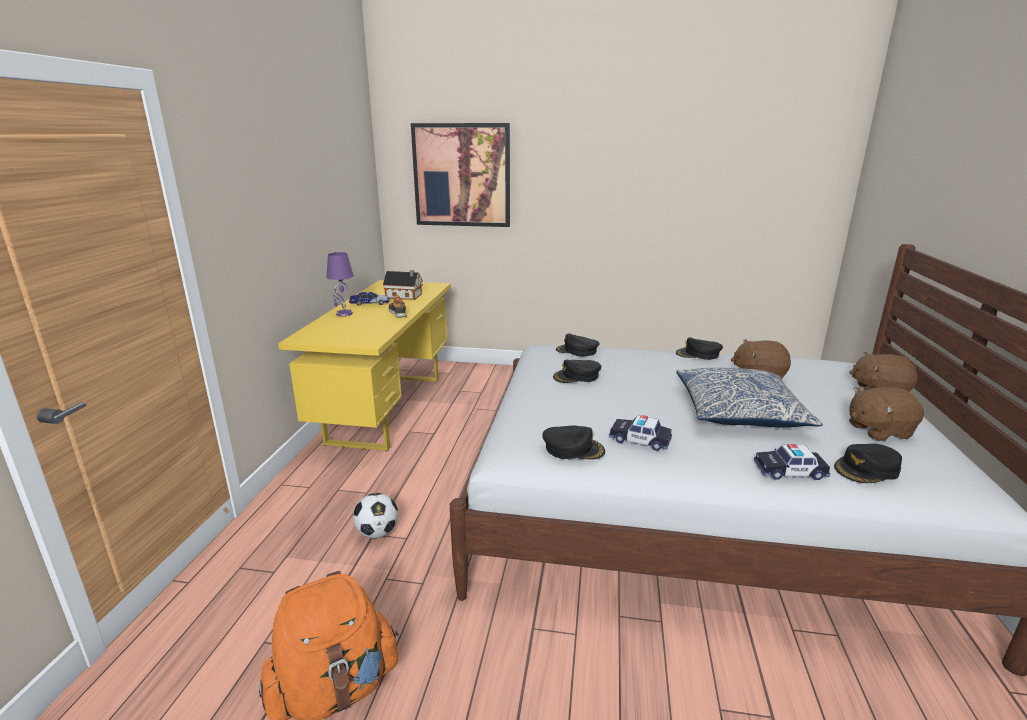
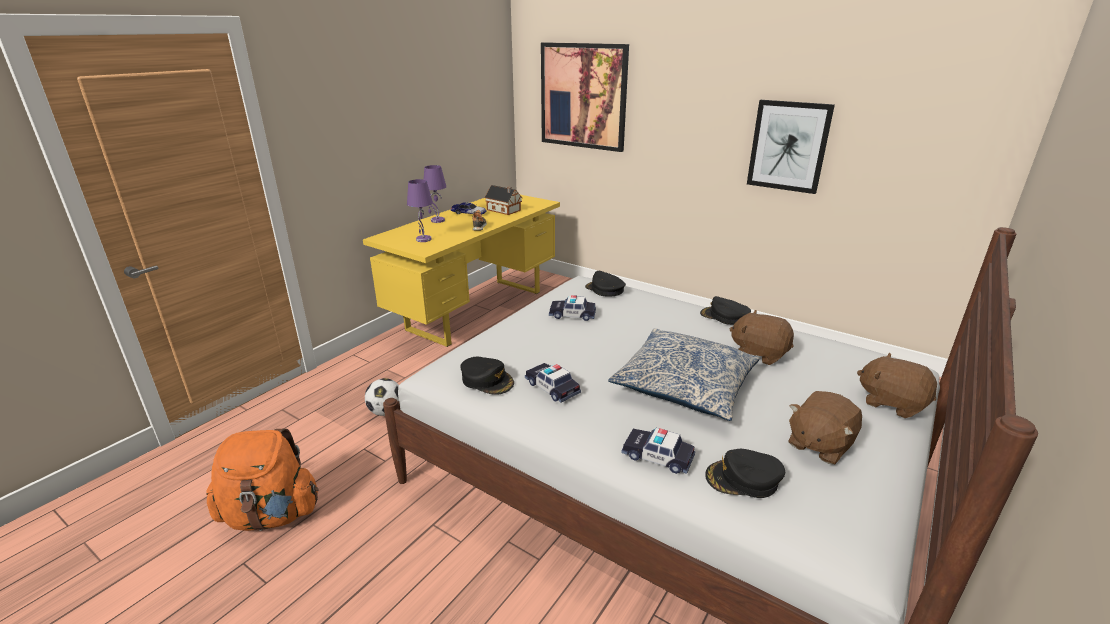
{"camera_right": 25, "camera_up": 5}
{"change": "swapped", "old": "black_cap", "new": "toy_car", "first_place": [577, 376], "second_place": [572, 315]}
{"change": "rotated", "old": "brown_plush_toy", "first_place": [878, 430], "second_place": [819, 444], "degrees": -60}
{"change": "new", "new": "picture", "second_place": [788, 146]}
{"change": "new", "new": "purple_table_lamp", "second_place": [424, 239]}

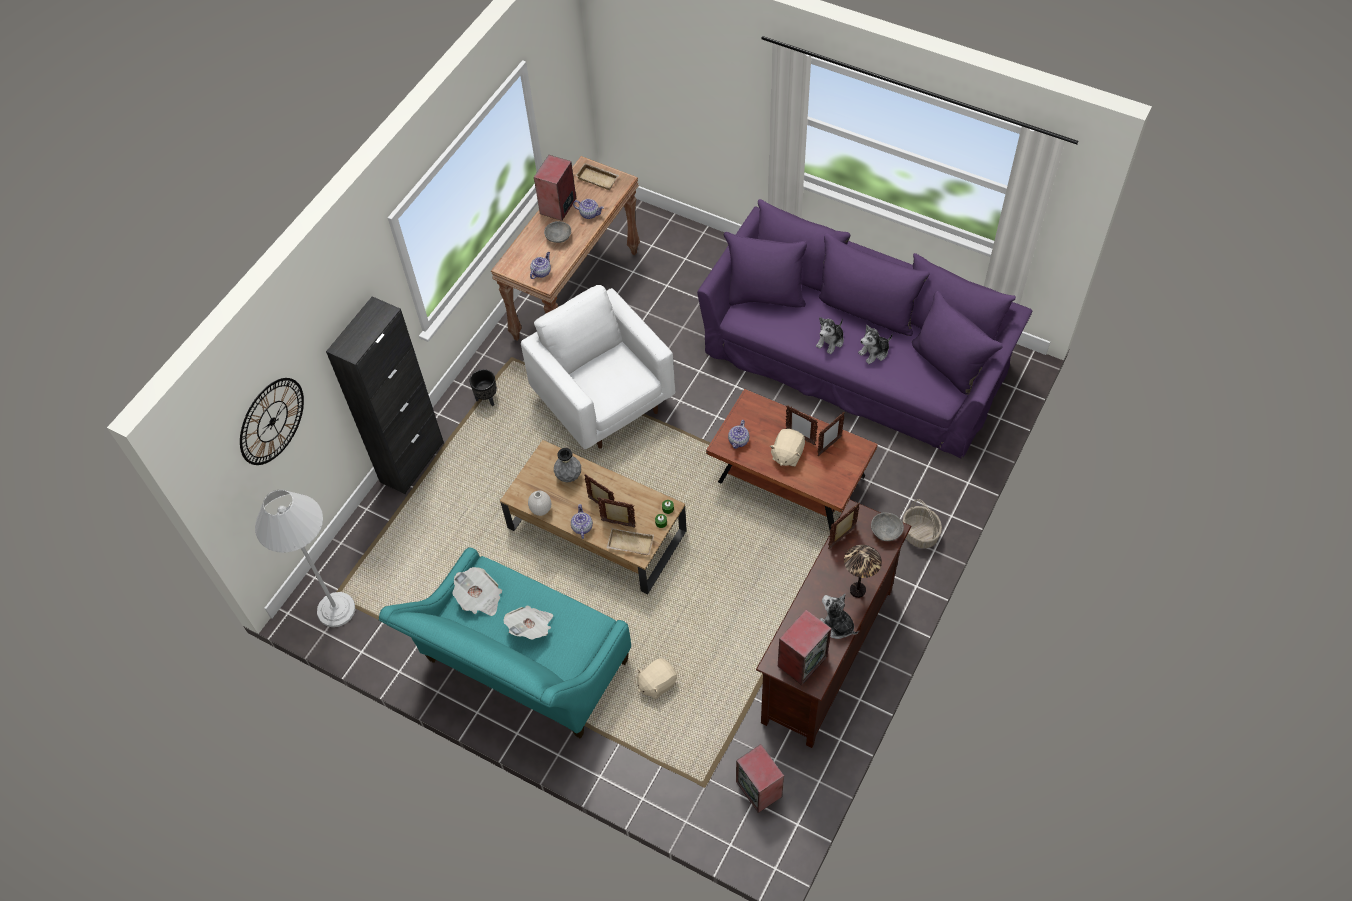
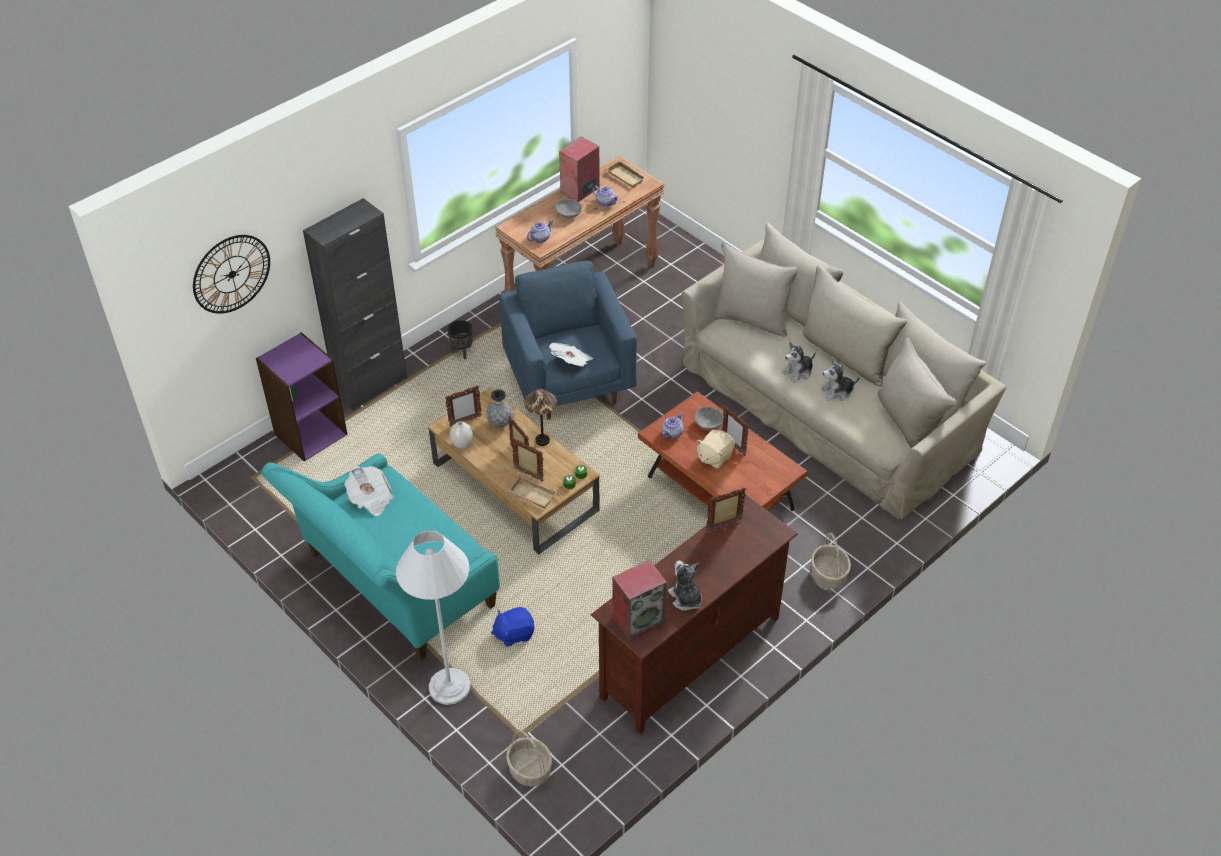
{"camera_right": 15, "camera_up": -10}
{"change": "repainted", "old": "purple_sofa", "new": "beige_sofa", "first_place": [856, 359], "second_place": [828, 407]}
{"change": "repainted", "old": "white_armchair", "new": "blue_armchair", "first_place": [604, 402], "second_place": [569, 382]}
{"change": "shifted", "old": "picture_frame", "first_place": [829, 446], "second_place": [465, 421]}
{"change": "shifted", "old": "white_floor_lamp", "first_place": [336, 610], "second_place": [449, 686]}
{"change": "gone", "old": "teapot", "first_place": [582, 527]}
{"change": "shifted", "old": "grey_bowl", "first_place": [885, 531], "second_place": [708, 424]}
{"change": "shifted", "old": "table_lamp", "first_place": [857, 591], "second_place": [542, 441]}
{"change": "shifted", "old": "newspaper", "first_place": [531, 627], "second_place": [571, 362]}
{"change": "repainted", "old": "beige_plush_toy", "new": "blue_plush_toy", "first_place": [657, 683], "second_place": [514, 633]}
{"change": "gone", "old": "speaker", "first_place": [760, 789]}
{"change": "new", "new": "purple_bookcase", "second_place": [310, 434]}
{"change": "new", "new": "basket", "second_place": [529, 770]}

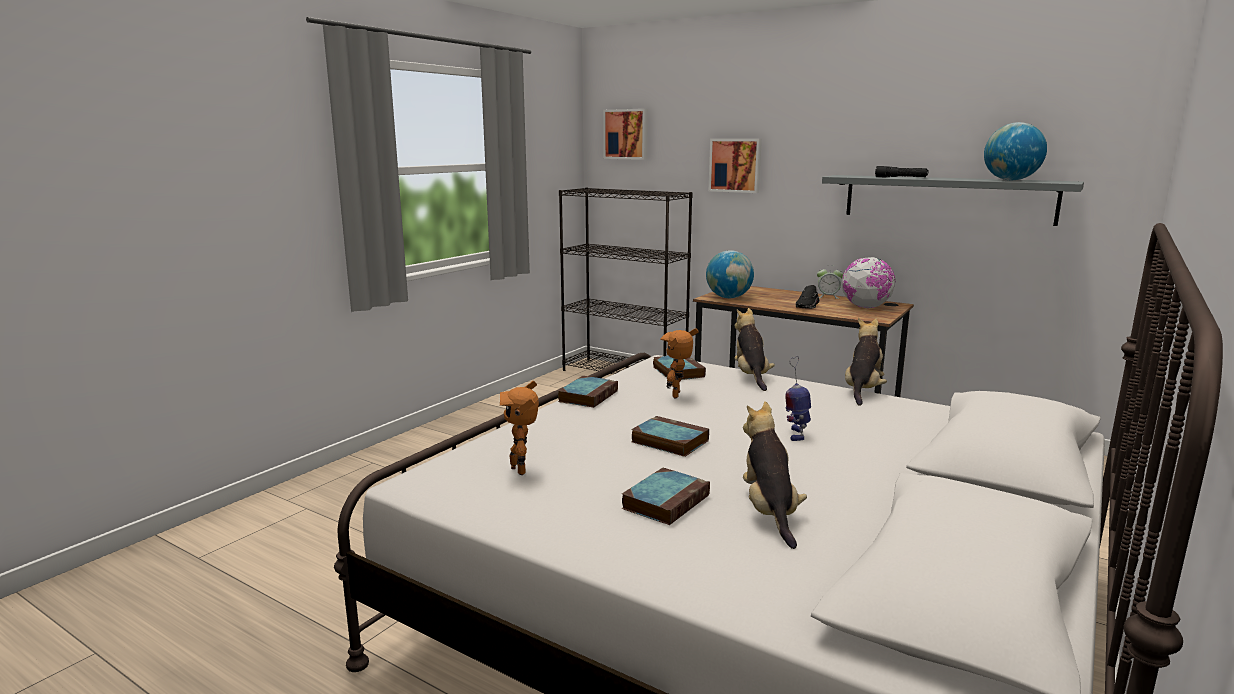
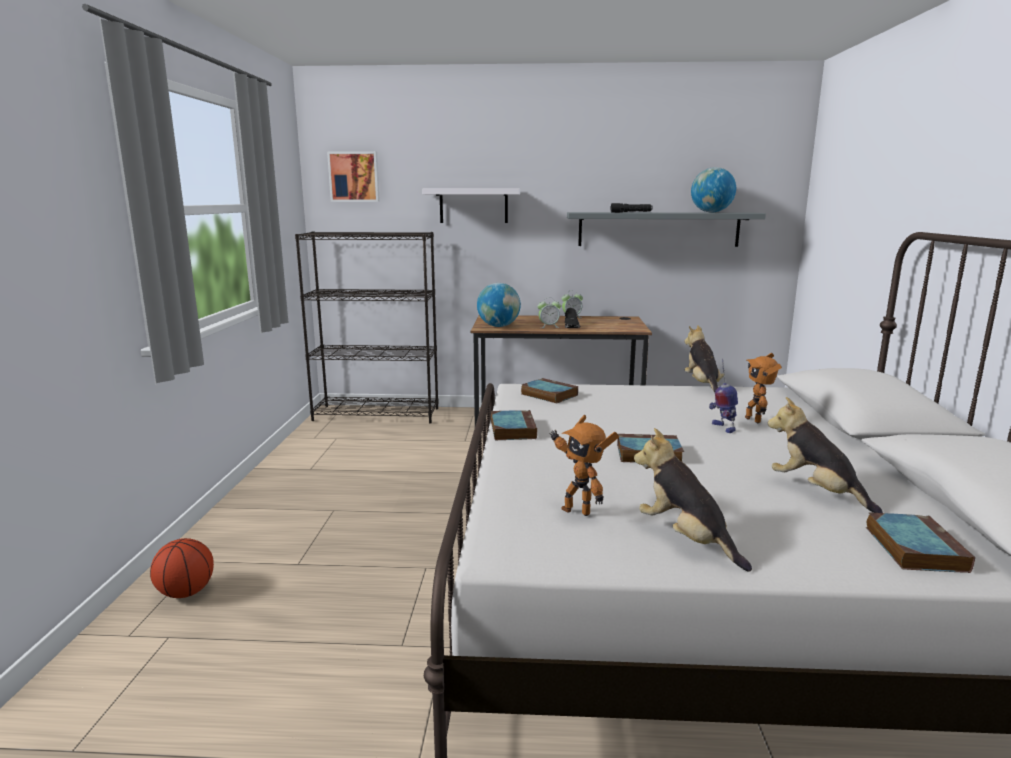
{"camera_right": -30, "camera_up": 0}
{"change": "swapped", "old": "picture", "new": "white_shelf", "first_place": [735, 165], "second_place": [473, 206]}
{"change": "gone", "old": "globe", "first_place": [866, 307]}
{"change": "shifted", "old": "plush_toy", "first_place": [751, 376], "second_place": [686, 539]}
{"change": "shifted", "old": "toy_robot", "first_place": [679, 395], "second_place": [755, 420]}
{"change": "shifted", "old": "book", "first_place": [666, 501], "second_place": [913, 547]}
{"change": "new", "new": "alarm_clock", "second_place": [548, 326]}
{"change": "new", "new": "basketball", "second_place": [186, 593]}

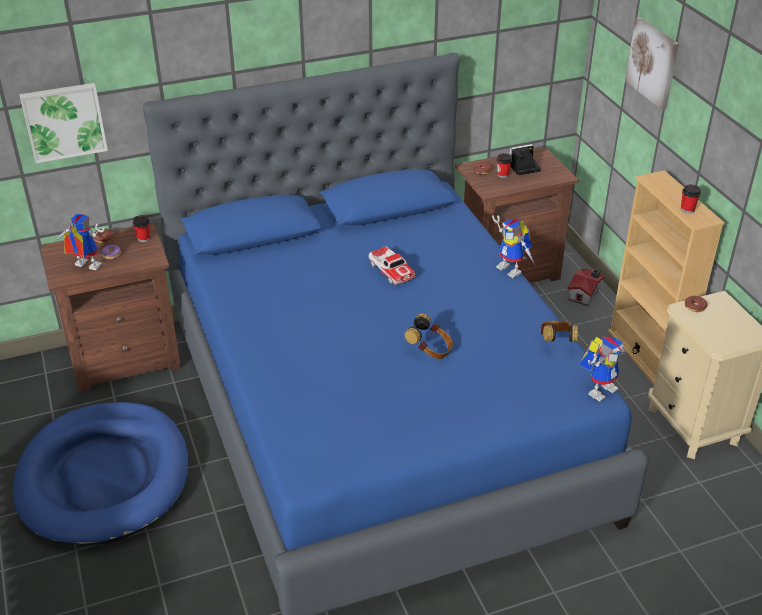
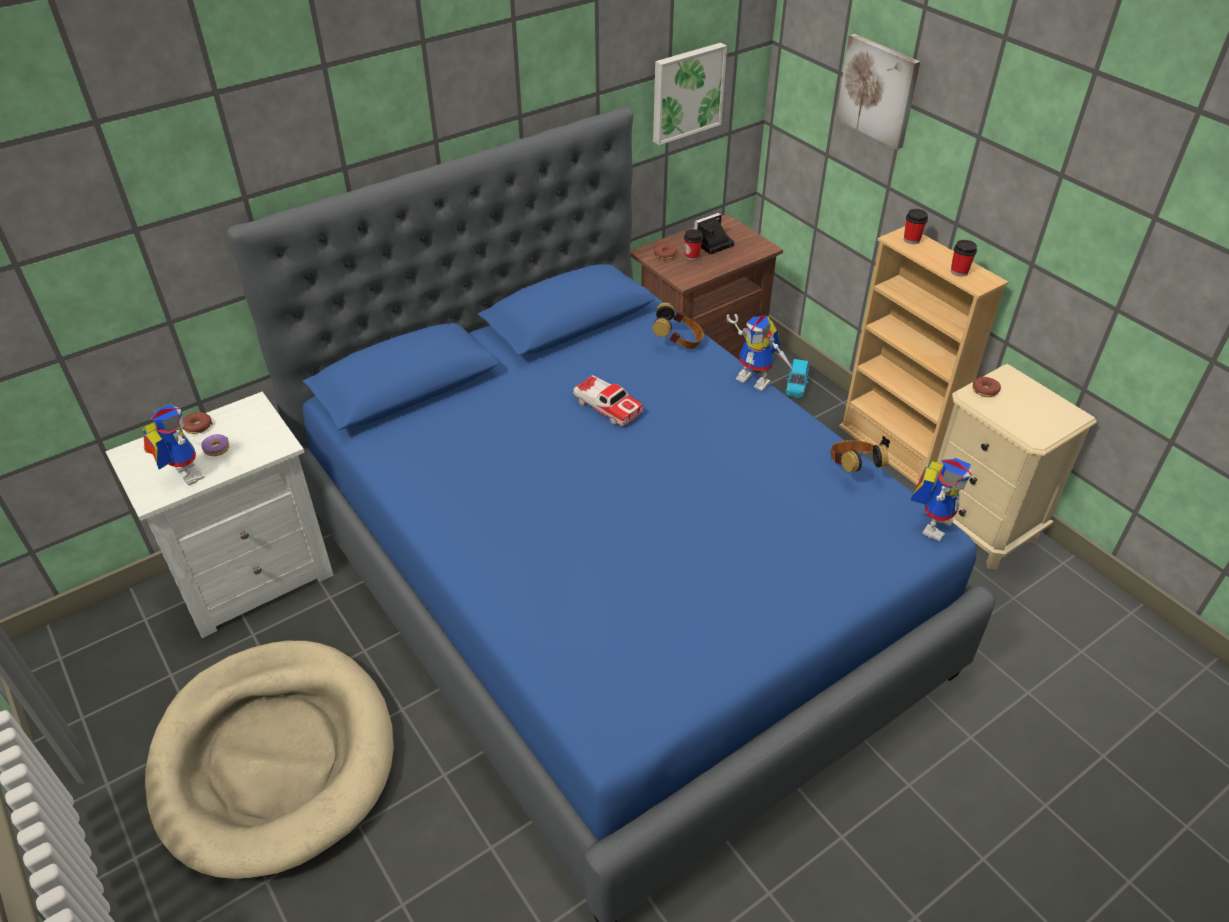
{"camera_right": -15, "camera_up": 5}
{"change": "shifted", "old": "picture", "first_place": [64, 121], "second_place": [686, 92]}
{"change": "rotated", "old": "toy_robot", "first_place": [84, 267], "second_place": [182, 474], "degrees": 45}
{"change": "shifted", "old": "cup", "first_place": [143, 238], "second_place": [911, 240]}
{"change": "repainted", "old": "brown_nightstand", "new": "white_nightstand", "first_place": [126, 358], "second_place": [254, 576]}
{"change": "swapped", "old": "toy_house", "new": "blue_toy_car", "first_place": [585, 294], "second_place": [796, 385]}
{"change": "shifted", "old": "headphones", "first_place": [430, 350], "second_place": [678, 342]}
{"change": "repainted", "old": "blue_dog_bed", "new": "beige_dog_bed", "first_place": [104, 477], "second_place": [275, 758]}

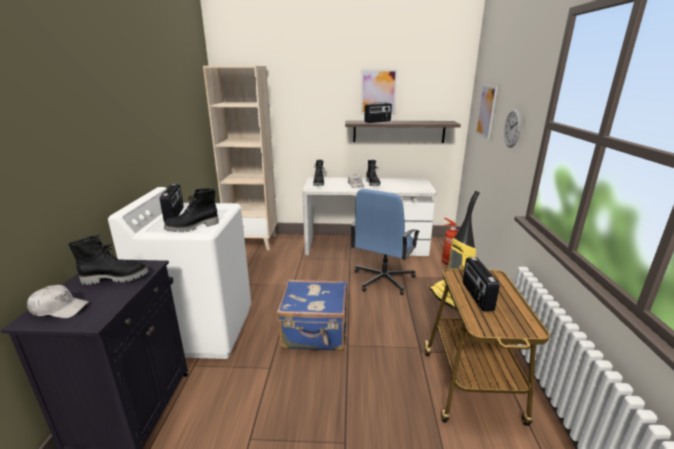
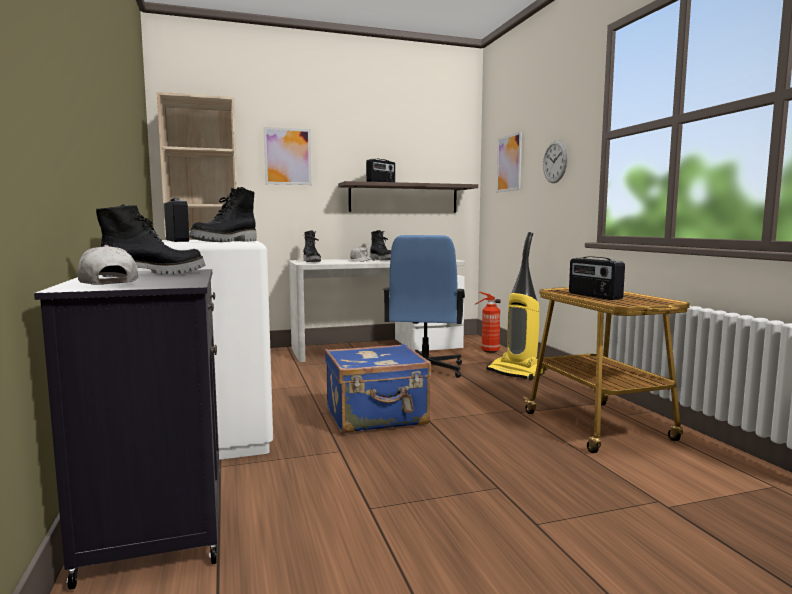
{"camera_right": -20, "camera_up": -15}
{"change": "shifted", "old": "picture", "first_place": [378, 92], "second_place": [287, 156]}
{"change": "rotated", "old": "white_cap", "first_place": [59, 309], "second_place": [107, 284], "degrees": -105}

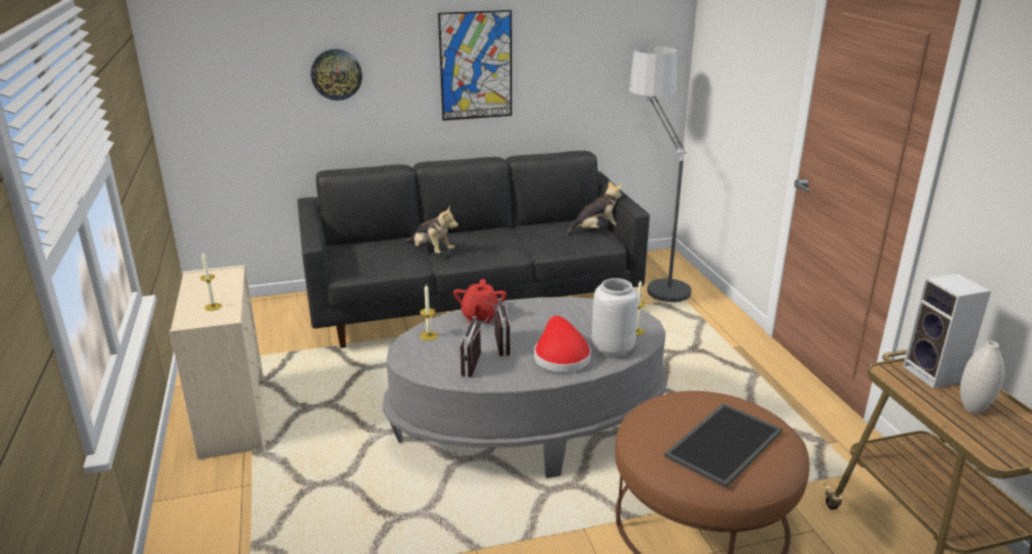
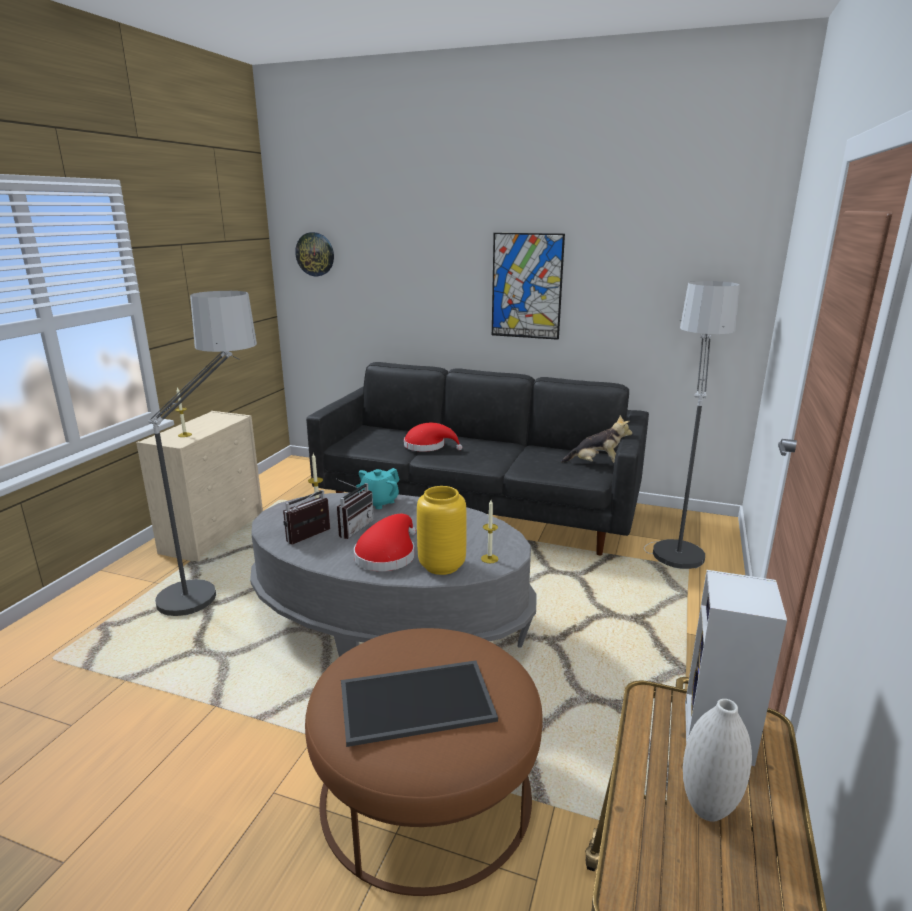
{"camera_right": 35, "camera_up": -5}
{"change": "shifted", "old": "wall_clock", "first_place": [336, 74], "second_place": [315, 254]}
{"change": "swapped", "old": "plush_toy", "new": "red_hat", "first_place": [431, 251], "second_place": [428, 446]}
{"change": "repainted", "old": "grey_vase", "new": "yellow_vase", "first_place": [612, 349], "second_place": [441, 566]}
{"change": "repainted", "old": "red_teapot", "new": "turquoise_teapot", "first_place": [480, 316], "second_place": [378, 502]}
{"change": "new", "new": "floor_lamp", "second_place": [219, 579]}

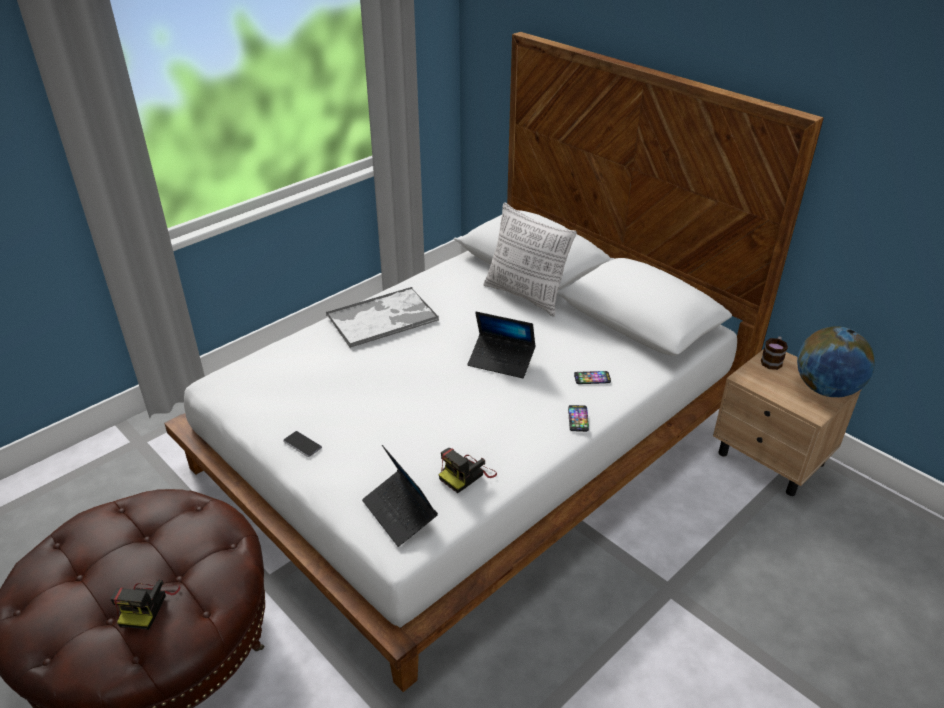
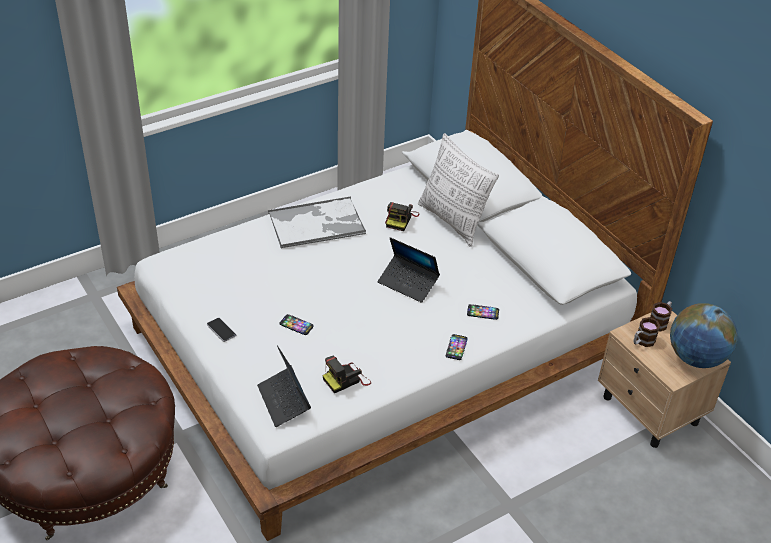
{"camera_right": 10, "camera_up": 5}
{"change": "shifted", "old": "photo_camera", "first_place": [148, 605], "second_place": [400, 219]}
{"change": "new", "new": "phone", "second_place": [296, 325]}
{"change": "new", "new": "mug", "second_place": [642, 341]}

